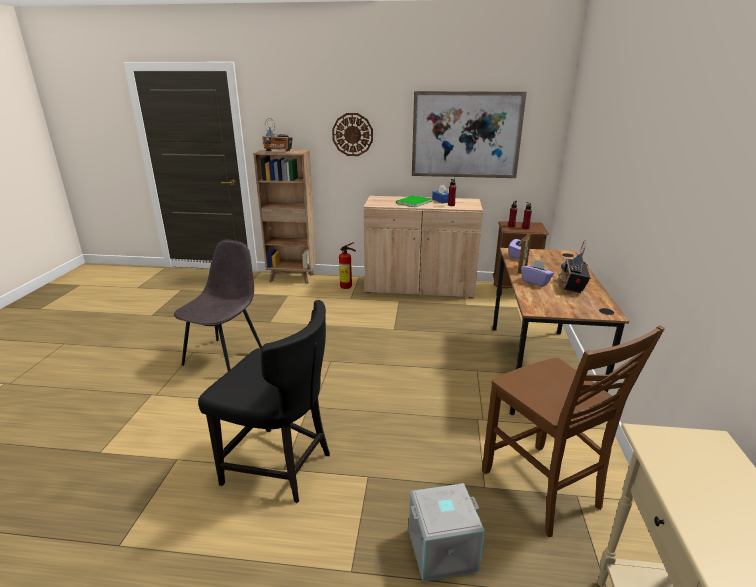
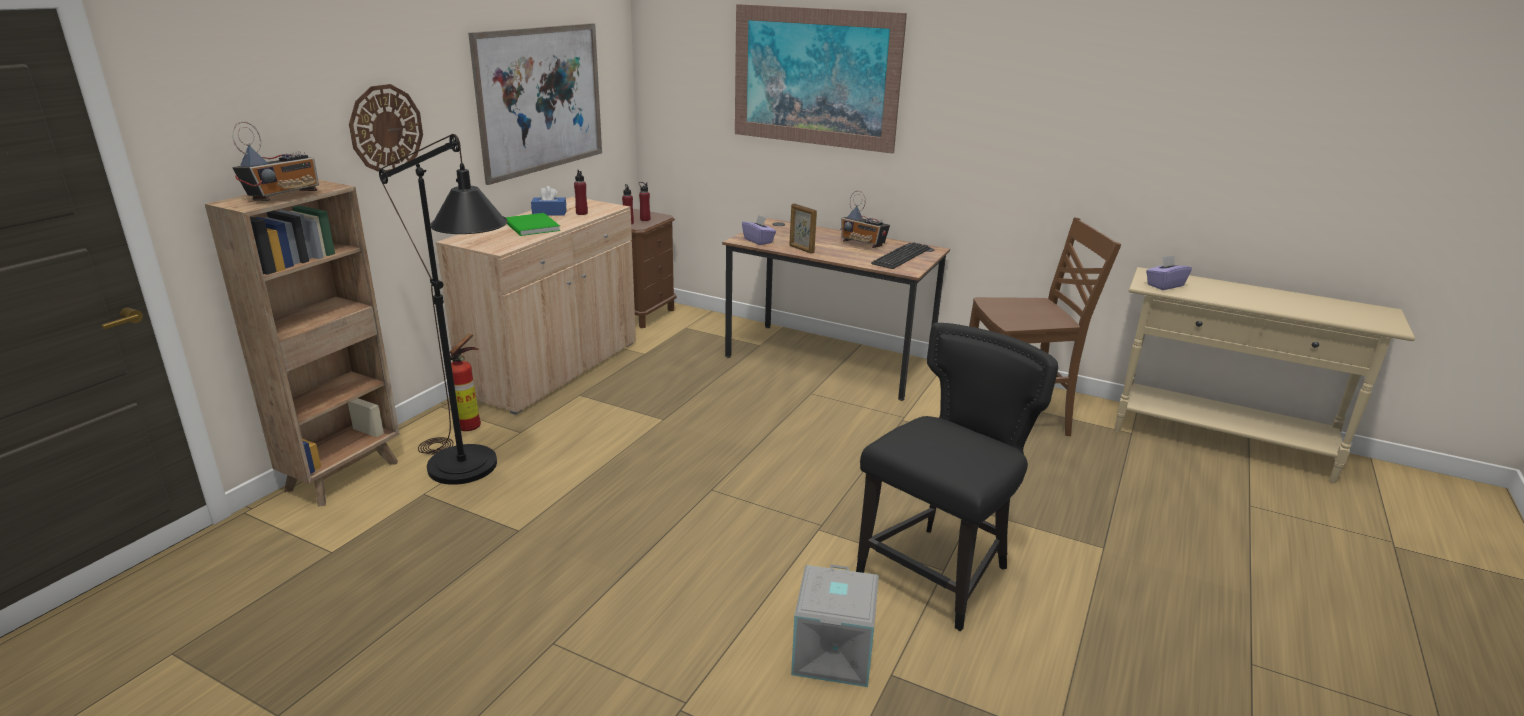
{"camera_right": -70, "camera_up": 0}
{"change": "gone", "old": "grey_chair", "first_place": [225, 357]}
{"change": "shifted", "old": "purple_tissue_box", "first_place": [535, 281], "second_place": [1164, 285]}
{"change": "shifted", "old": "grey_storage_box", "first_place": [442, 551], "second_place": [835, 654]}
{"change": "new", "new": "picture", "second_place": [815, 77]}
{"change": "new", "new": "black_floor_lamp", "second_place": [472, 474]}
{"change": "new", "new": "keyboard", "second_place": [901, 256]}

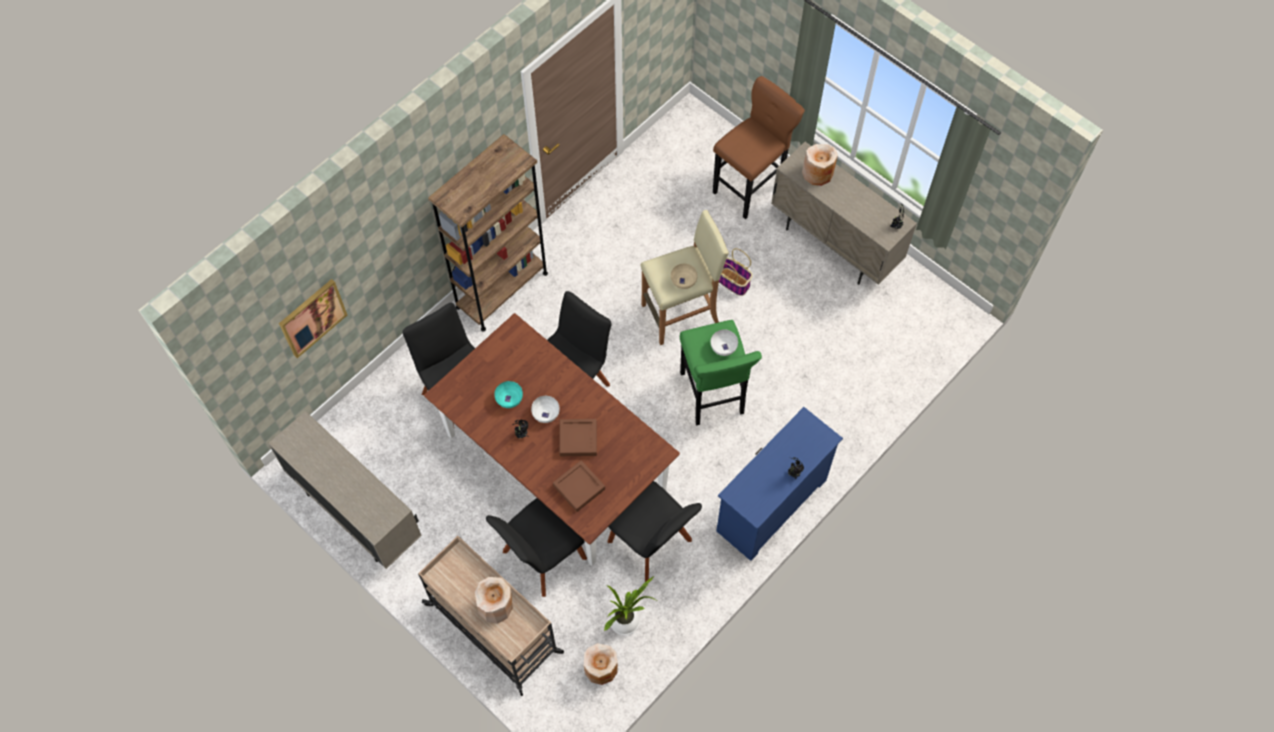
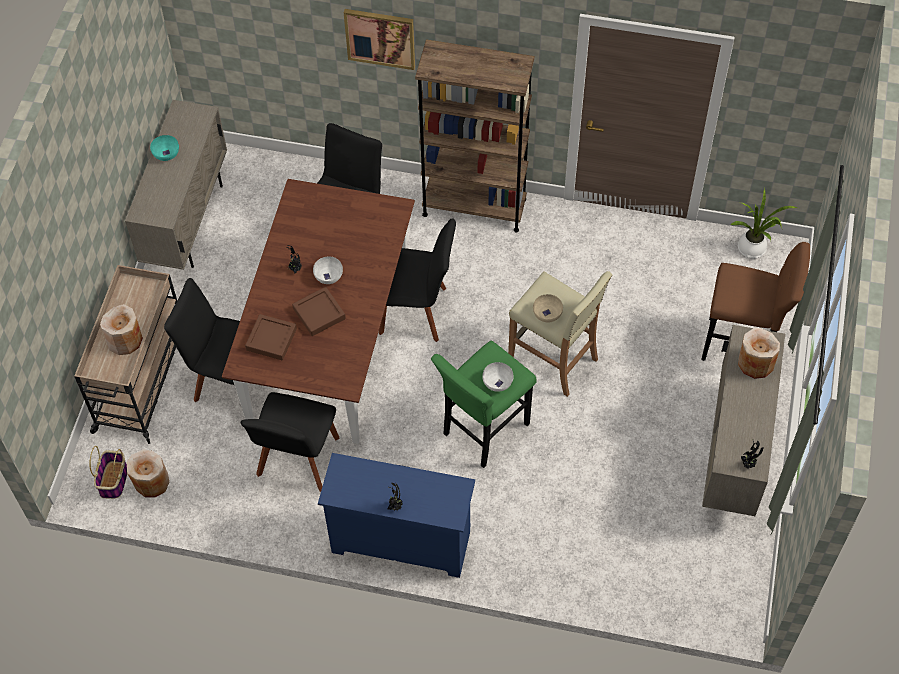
{"camera_right": 60, "camera_up": -5}
{"change": "shifted", "old": "basket", "first_place": [733, 282], "second_place": [114, 481]}
{"change": "shifted", "old": "picture", "first_place": [312, 317], "second_place": [380, 38]}
{"change": "shifted", "old": "turquoise_bowl", "first_place": [509, 399], "second_place": [166, 154]}
{"change": "shifted", "old": "potted_plant", "first_place": [627, 620], "second_place": [753, 249]}

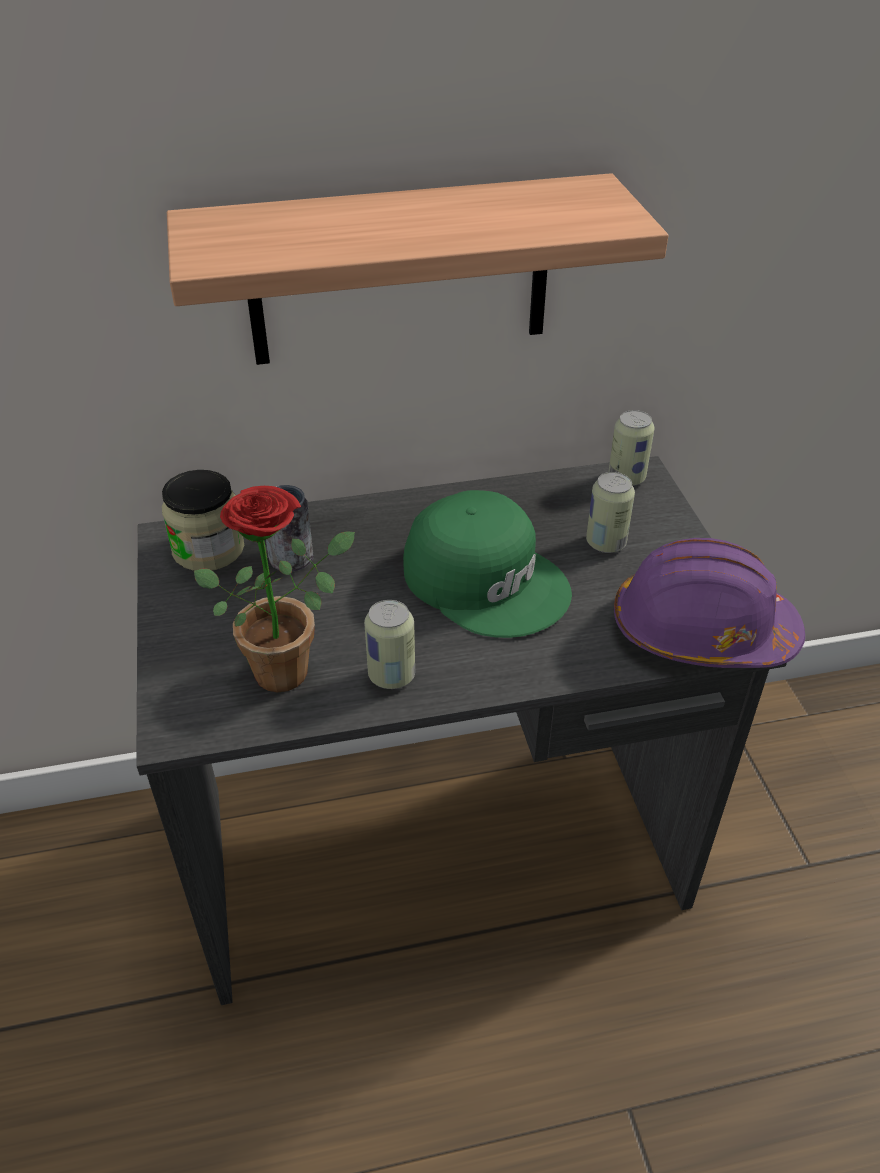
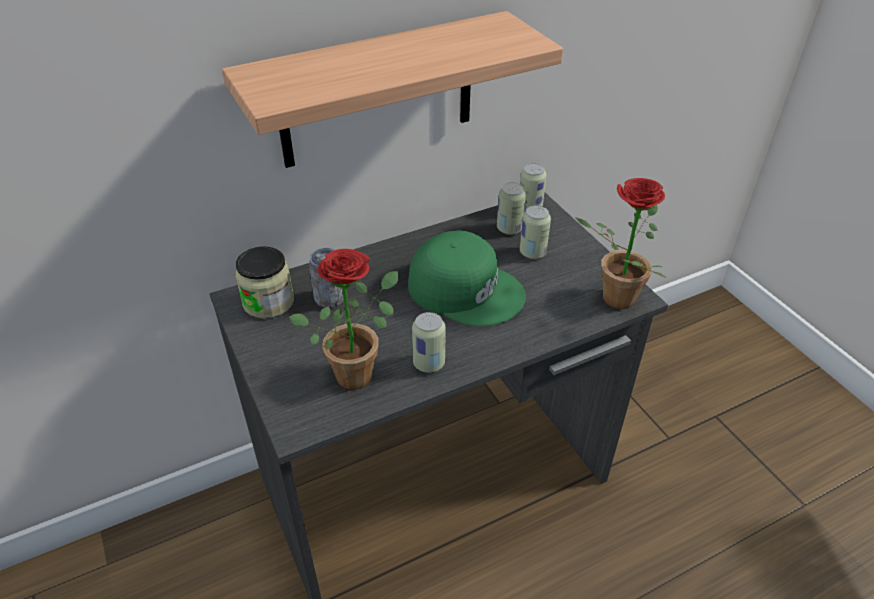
{"camera_right": -15, "camera_up": 0}
{"change": "swapped", "old": "purple_hard_hat", "new": "potted_plant", "first_place": [700, 632], "second_place": [611, 299]}
{"change": "new", "new": "can", "second_place": [509, 229]}

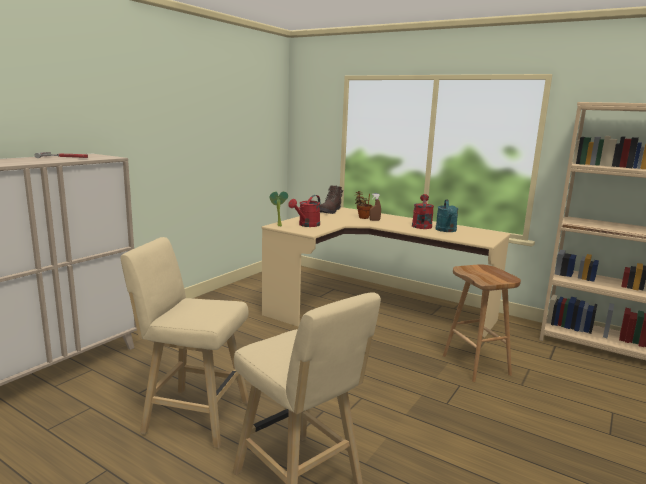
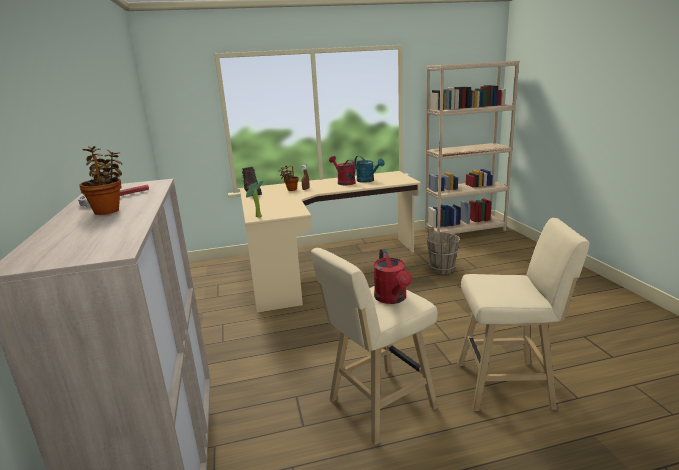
{"camera_right": -45, "camera_up": 5}
{"change": "shifted", "old": "red_watering_can", "first_place": [307, 225], "second_place": [392, 299]}
{"change": "swapped", "old": "brown_stool", "new": "brown_bucket", "first_place": [477, 365], "second_place": [442, 269]}
{"change": "new", "new": "potted_plant", "second_place": [108, 210]}

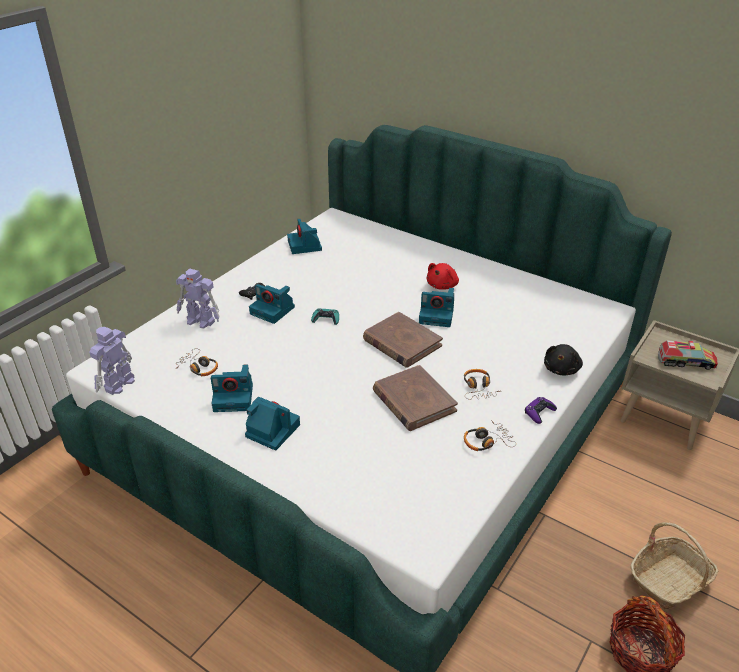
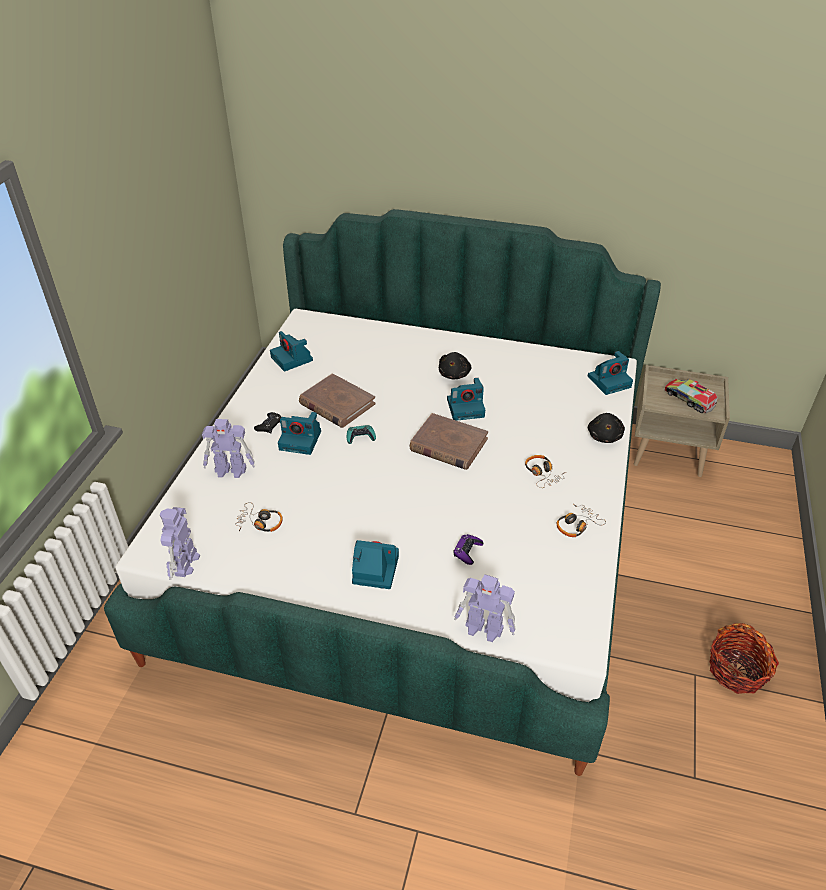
{"camera_right": -20, "camera_up": 5}
{"change": "repainted", "old": "red_plush_toy", "new": "black_plush_toy", "first_place": [443, 285], "second_place": [454, 374]}
{"change": "rotated", "old": "toy_truck", "first_place": [686, 361], "second_place": [689, 399], "degrees": -120}
{"change": "shifted", "old": "photo_camera", "first_place": [234, 397], "second_place": [609, 381]}
{"change": "shifted", "old": "brown_book", "first_place": [413, 401], "second_place": [336, 404]}
{"change": "shifted", "old": "purple_game_controller", "first_place": [539, 412], "second_place": [467, 551]}
{"change": "gone", "old": "basket", "first_place": [669, 580]}
{"change": "new", "new": "toy_robot", "second_place": [485, 629]}

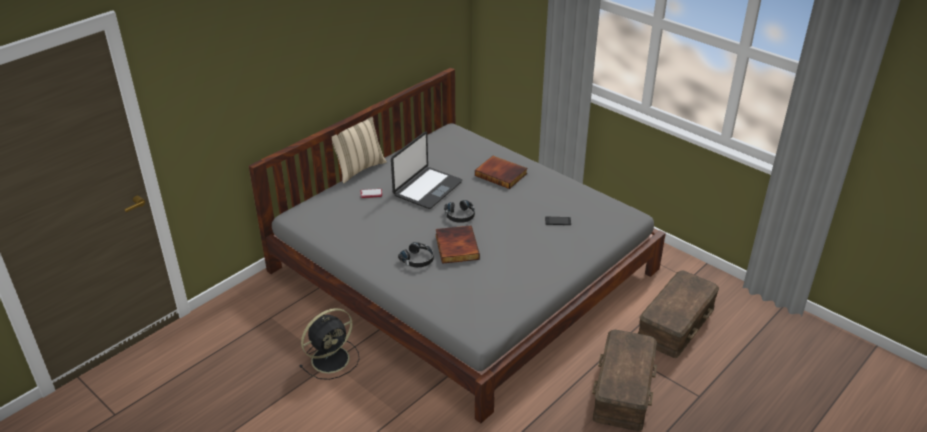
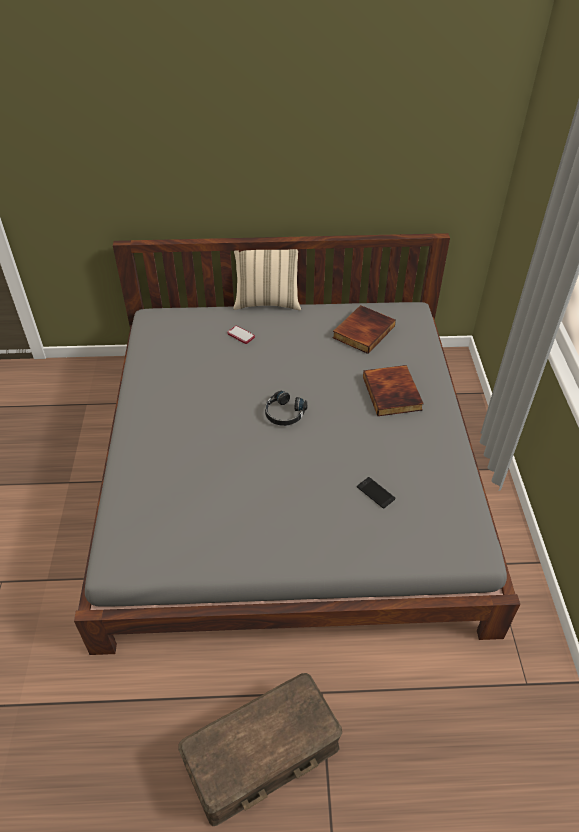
{"camera_right": 45, "camera_up": 10}
{"change": "gone", "old": "laptop", "first_place": [427, 188]}
{"change": "shifted", "old": "book", "first_place": [455, 247], "second_place": [363, 331]}
{"change": "gone", "old": "black_headphones", "first_place": [418, 259]}
{"change": "gone", "old": "brown_storage_box", "first_place": [675, 323]}
{"change": "gone", "old": "black_fan", "first_place": [332, 358]}

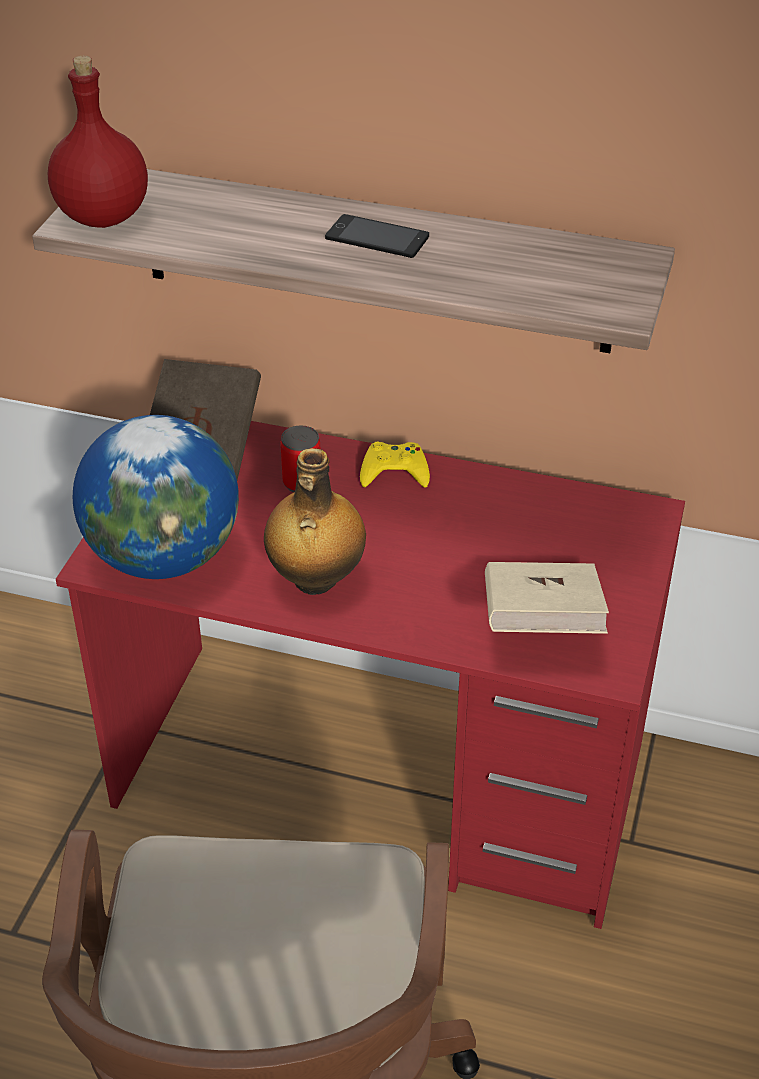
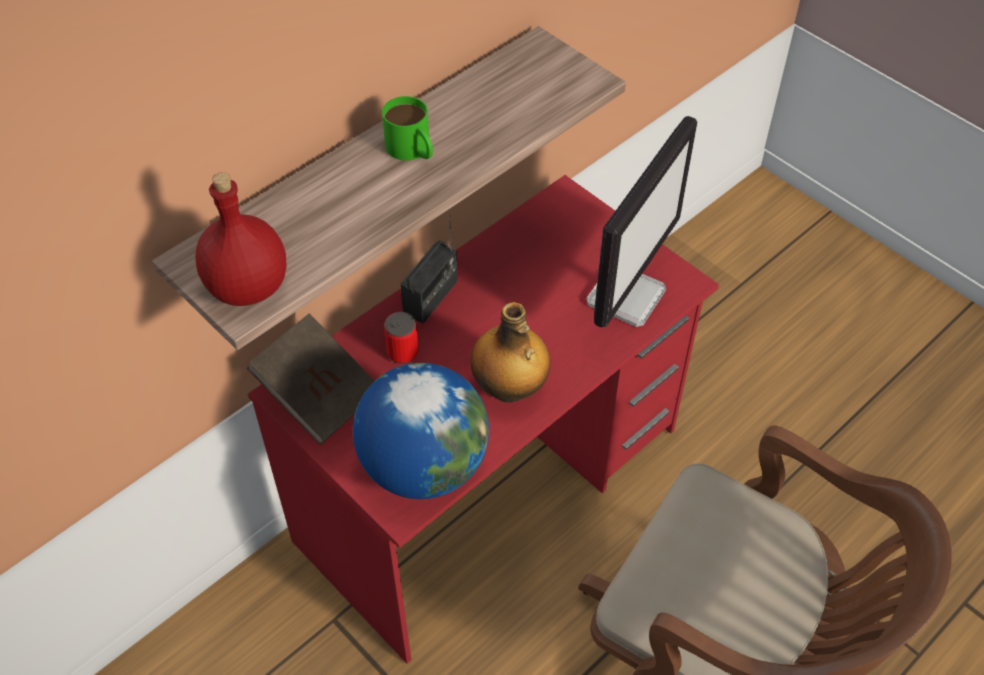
{"camera_right": -60, "camera_up": 10}
{"change": "swapped", "old": "phone", "new": "green_mug", "first_place": [377, 238], "second_place": [412, 150]}
{"change": "swapped", "old": "yellow_game_controller", "new": "radio", "first_place": [394, 472], "second_place": [431, 297]}
{"change": "swapped", "old": "beige_book", "new": "monitor", "first_place": [540, 623], "second_place": [626, 294]}

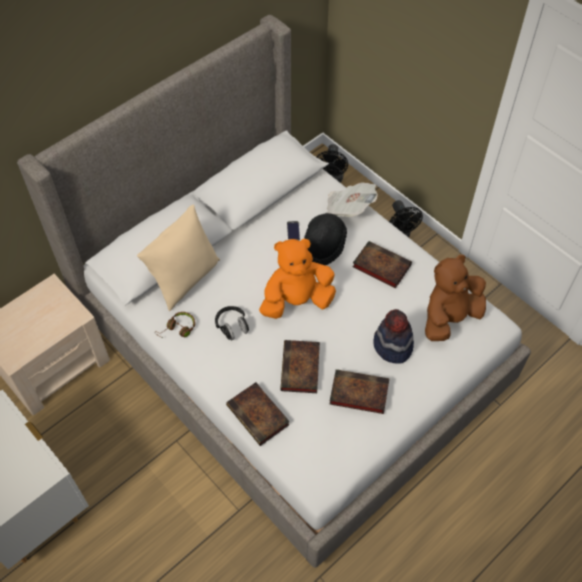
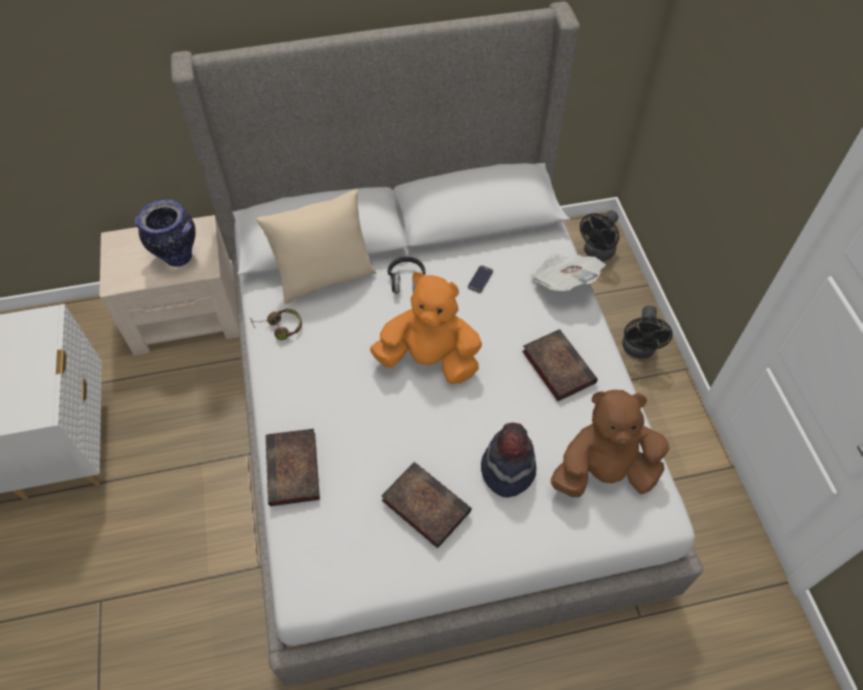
{"camera_right": 30, "camera_up": 0}
{"change": "gone", "old": "black_hat", "first_place": [323, 245]}
{"change": "shifted", "old": "black_headphones", "first_place": [232, 327], "second_place": [406, 282]}
{"change": "gone", "old": "book", "first_place": [301, 369]}
{"change": "new", "new": "vase", "second_place": [177, 257]}

